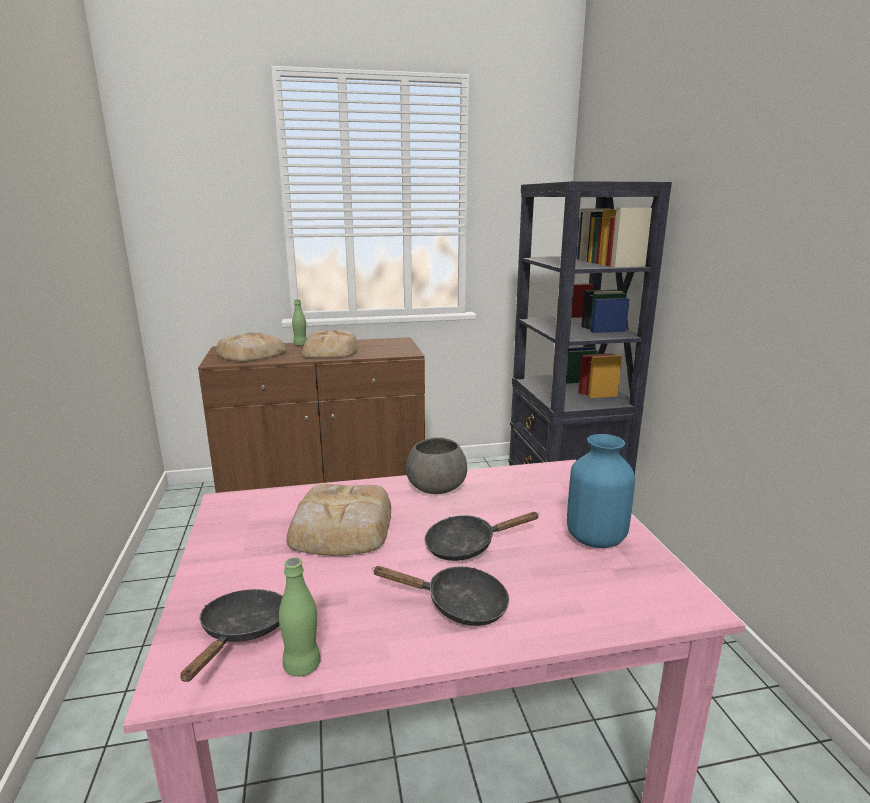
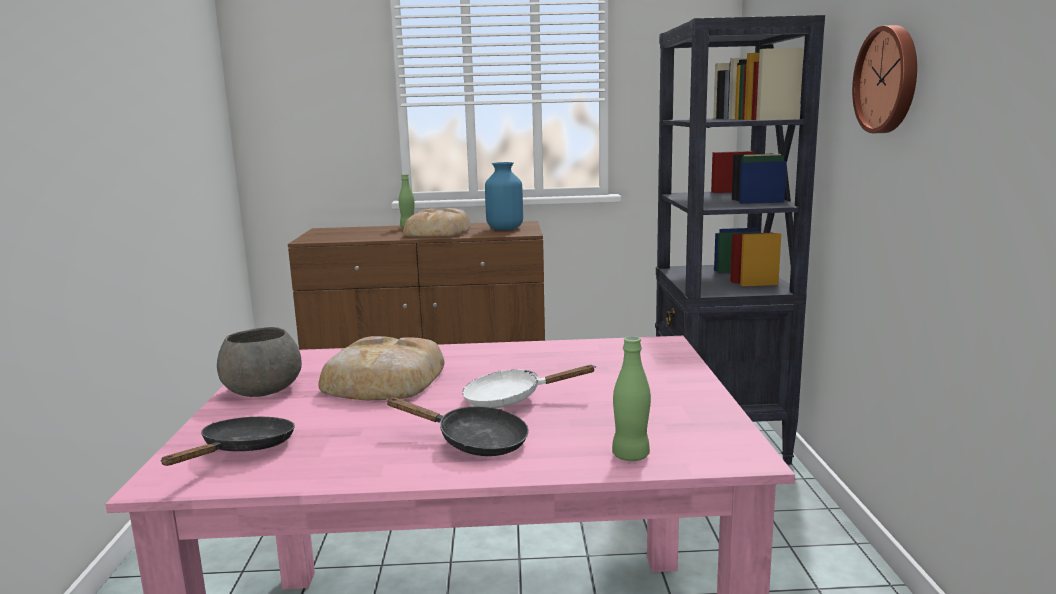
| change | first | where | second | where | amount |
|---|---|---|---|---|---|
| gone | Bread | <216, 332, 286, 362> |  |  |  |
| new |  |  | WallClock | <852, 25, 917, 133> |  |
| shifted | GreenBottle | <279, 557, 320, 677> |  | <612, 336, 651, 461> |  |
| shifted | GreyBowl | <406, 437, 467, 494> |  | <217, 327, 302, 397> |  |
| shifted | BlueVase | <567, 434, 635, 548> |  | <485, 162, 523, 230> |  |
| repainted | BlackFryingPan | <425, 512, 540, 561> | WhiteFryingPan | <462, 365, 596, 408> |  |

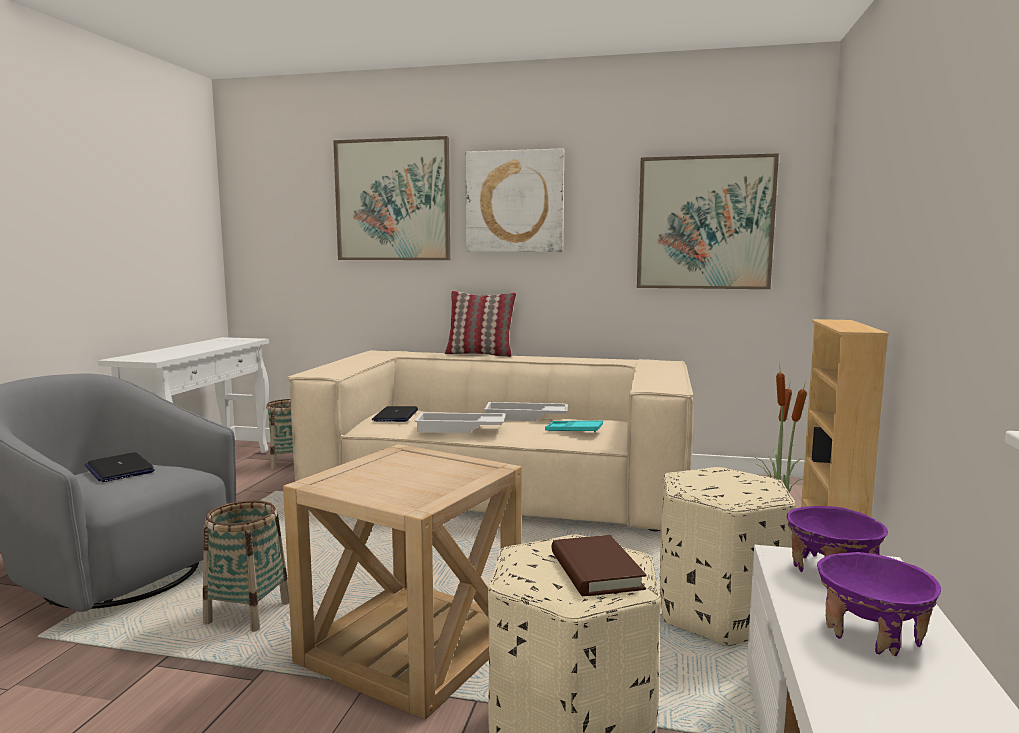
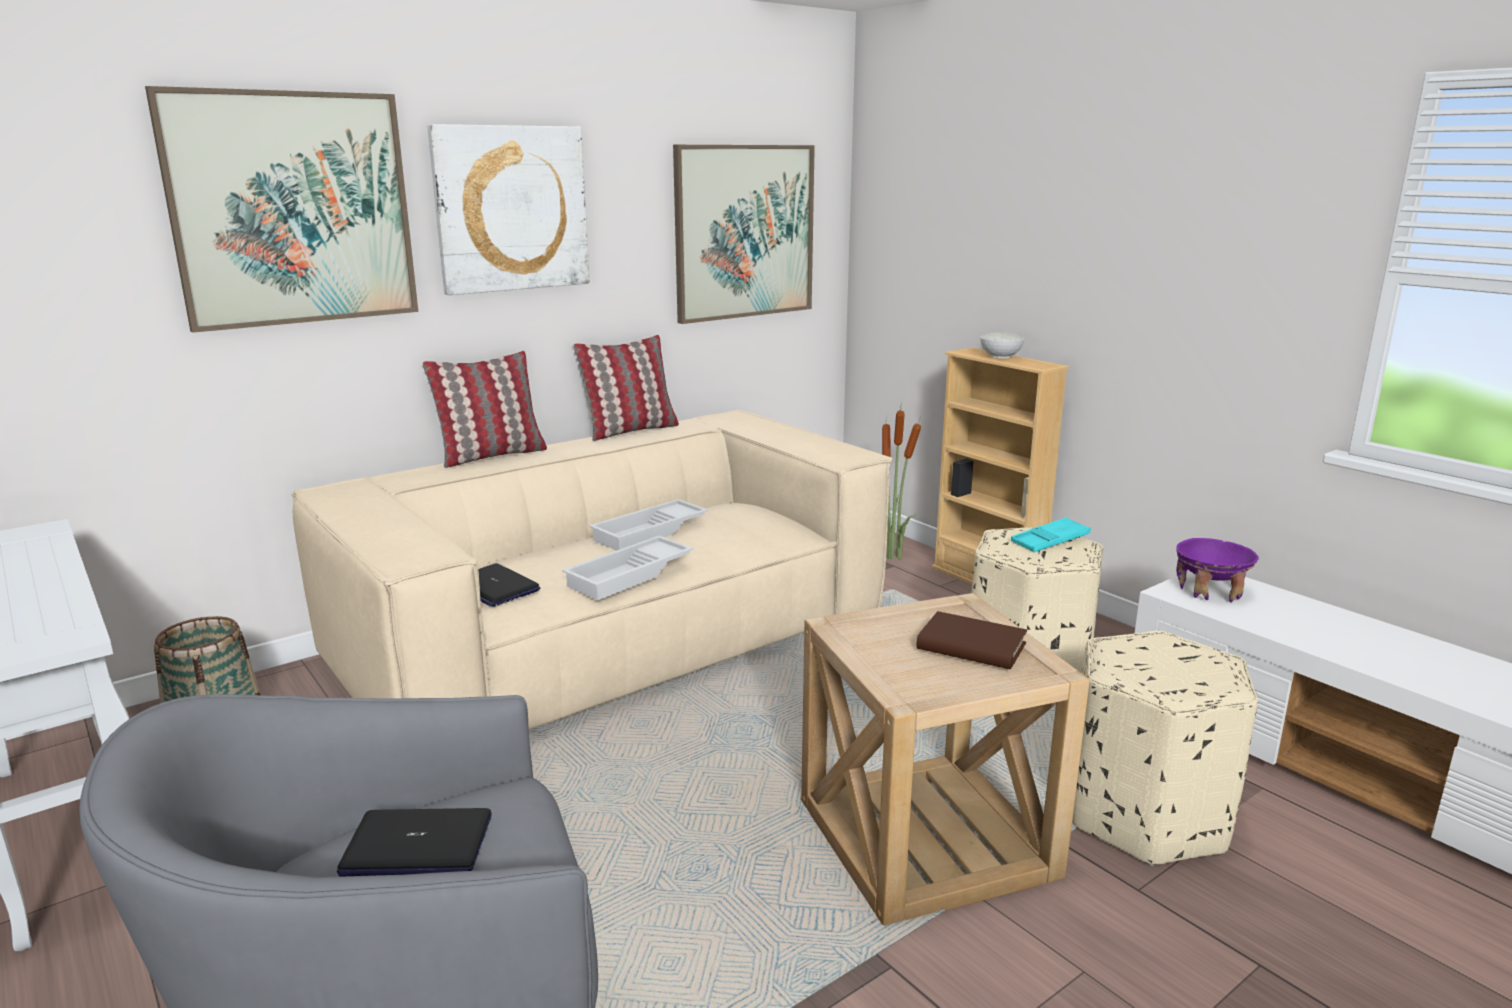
| change | first | where | second | where | amount |
|---|---|---|---|---|---|
| gone | Basket | <203, 500, 289, 632> |  |  |  |
| gone | PurpleBowl | <817, 552, 941, 656> |  |  |  |
| new |  |  | Pillow | <573, 335, 679, 441> |  |
| new |  |  | WhiteBowl | <980, 332, 1025, 358> |  |
| shifted | TurquoiseTray | <545, 421, 603, 432> |  | <1011, 517, 1091, 552> |  |
| shifted | BrownBook | <552, 535, 647, 596> |  | <917, 611, 1027, 669> |  |

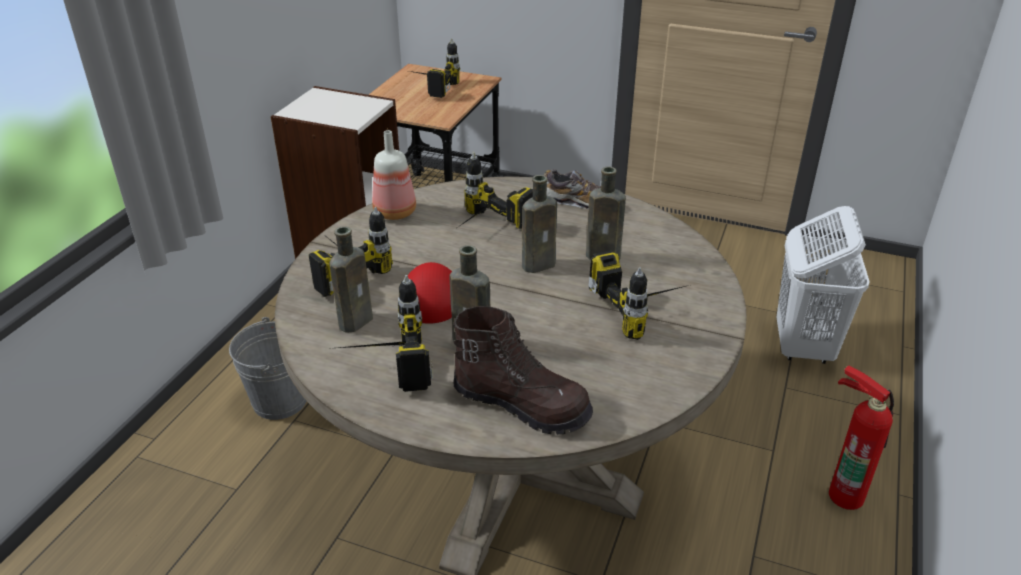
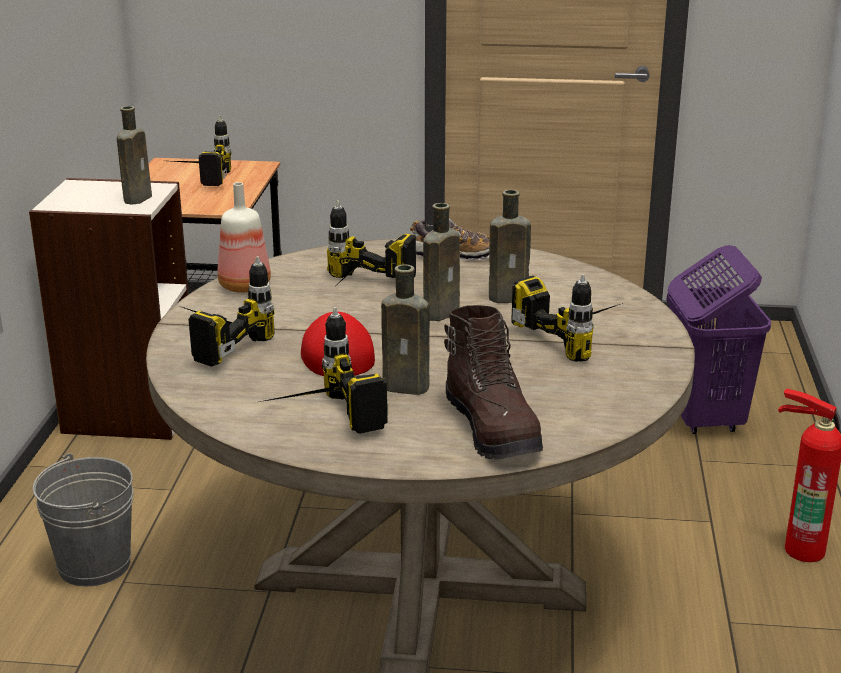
| change | first | where | second | where | amount |
|---|---|---|---|---|---|
| shifted | BrownBottle | <330, 226, 373, 333> |  | <117, 106, 152, 205> |  |
| repainted | WhiteLaundryBasket | <777, 206, 870, 364> | PurpleLaundryBasket | <666, 245, 771, 434> |  |
| rotated | BrownBoot | <453, 306, 593, 435> |  | <444, 305, 543, 460> | 60 degrees clockwise |

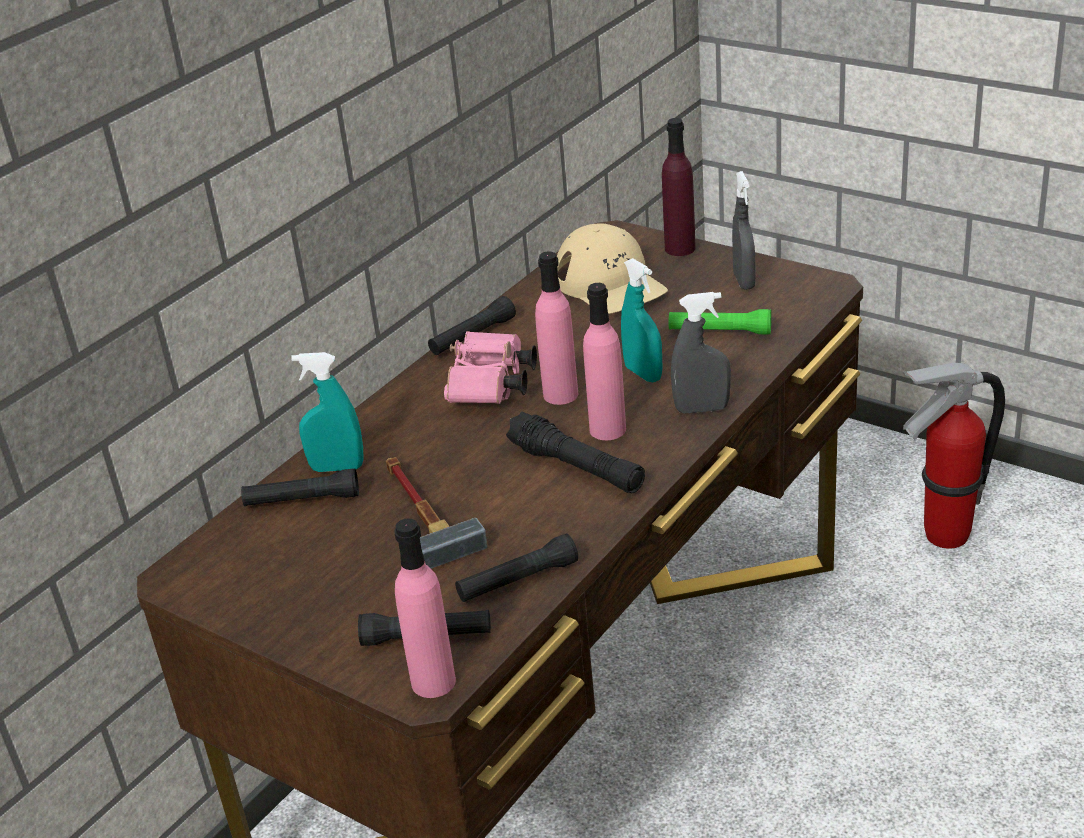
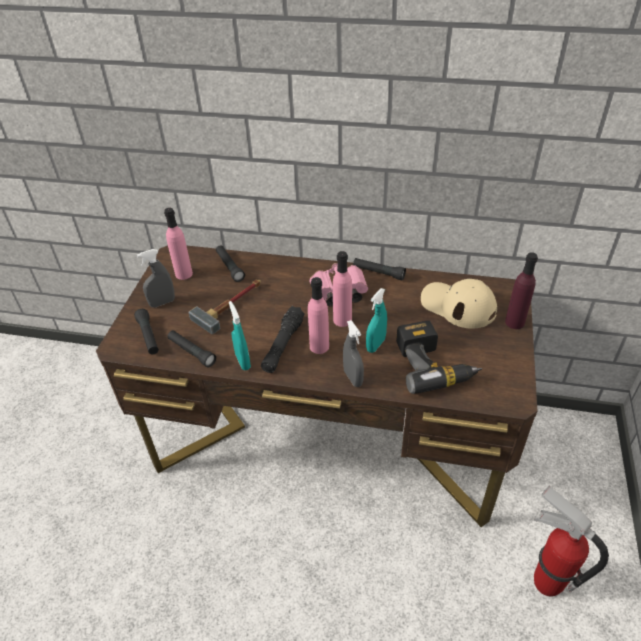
| change | first | where | second | where | amount |
|---|---|---|---|---|---|
| shifted | TurquoiseSprayBottle | <291, 352, 363, 472> |  | <229, 301, 251, 370> |  |
| shifted | PinkBottle | <394, 518, 456, 698> |  | <164, 208, 193, 280> |  |
| shifted | GreySprayBottle | <732, 171, 756, 290> |  | <137, 249, 175, 307> |  |
| swapped | GreenFlashlight | <669, 309, 771, 334> | PowerDrill | <396, 321, 482, 394> |  |
| rotated | BeigeCap | <557, 223, 668, 314> |  | <421, 279, 497, 329> | 90 degrees clockwise |

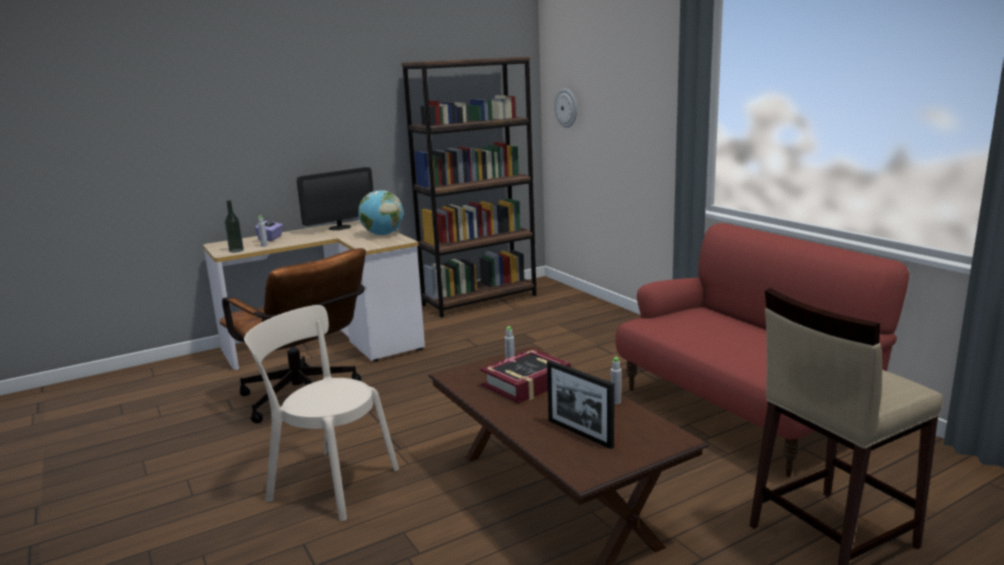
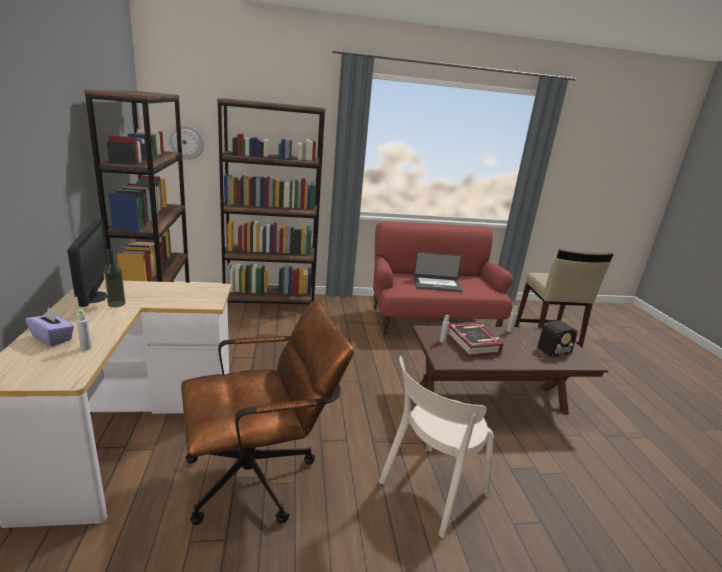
| change | first | where | second | where | amount |
|---|---|---|---|---|---|
| gone | Globe | <358, 190, 403, 235> |  |  |  |
| new |  |  | BrownBookcase | <217, 98, 326, 305> |  |
| new |  |  | Laptop | <414, 252, 463, 292> |  |
| shifted | Bottle | <224, 200, 244, 253> |  | <104, 249, 125, 307> |  |
| swapped | PictureFrame | <547, 360, 614, 449> | Radio | <522, 321, 578, 359> |  |

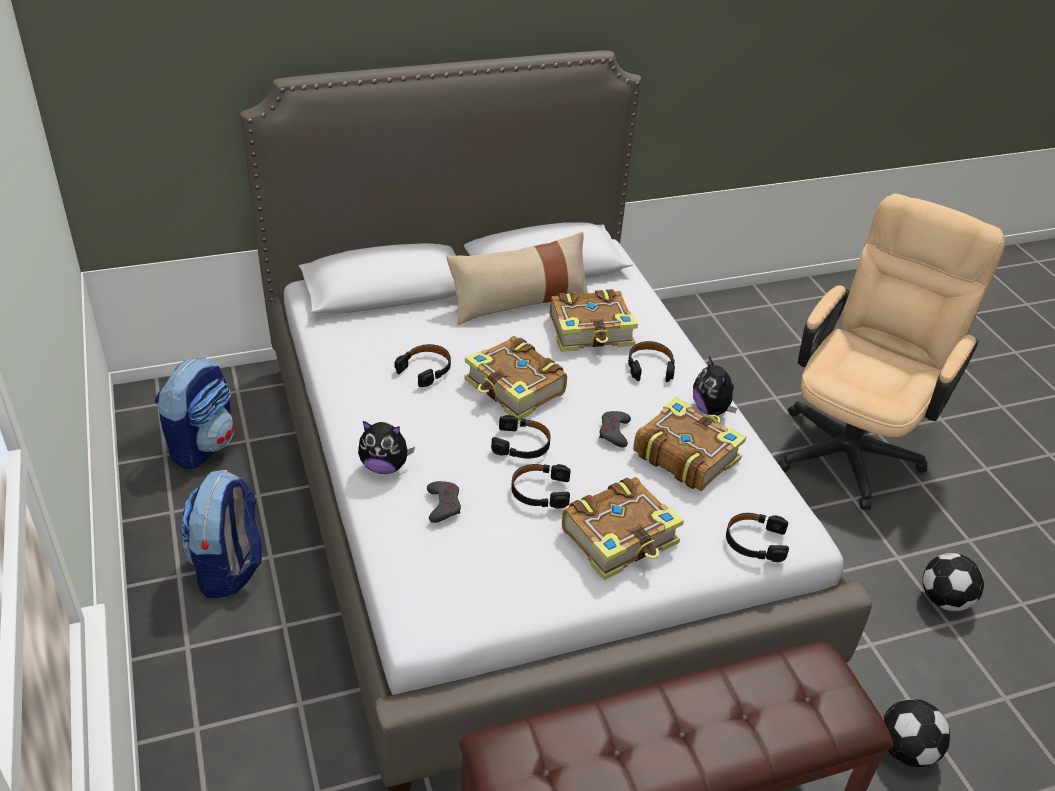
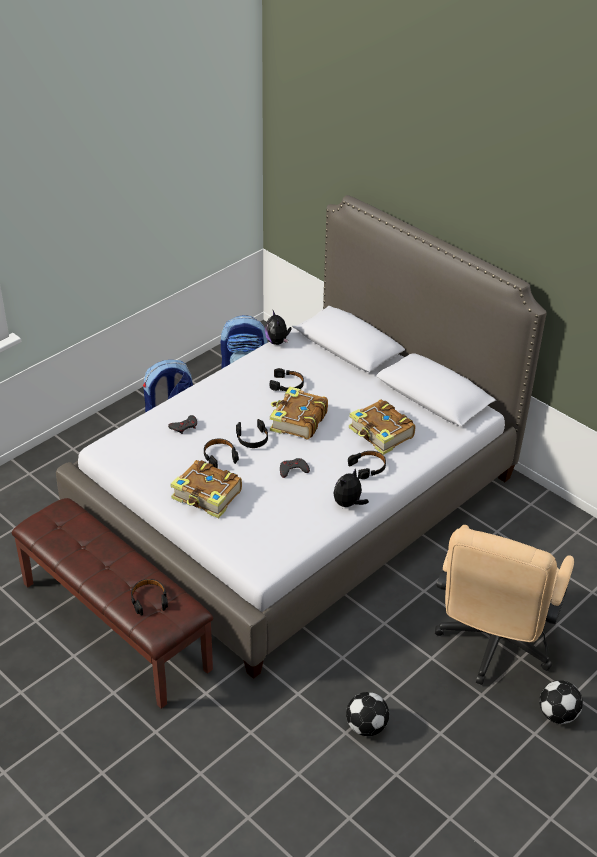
| change | first | where | second | where | amount |
|---|---|---|---|---|---|
| gone | BeigePillow | <446, 232, 588, 325> |  |  |  |
| gone | Book | <633, 397, 746, 491> |  |  |  |
| shifted | PlushToy | <358, 421, 415, 474> |  | <265, 311, 292, 345> |  |
| shifted | BlackHeadphones | <726, 513, 789, 562> |  | <131, 579, 168, 616> |  |
| shifted | Football | <883, 699, 950, 767> |  | <539, 680, 583, 724> |  |
| rotated | BeigeOfficeChair | <778, 194, 1005, 510> |  | <435, 525, 574, 685> | 105 degrees clockwise |

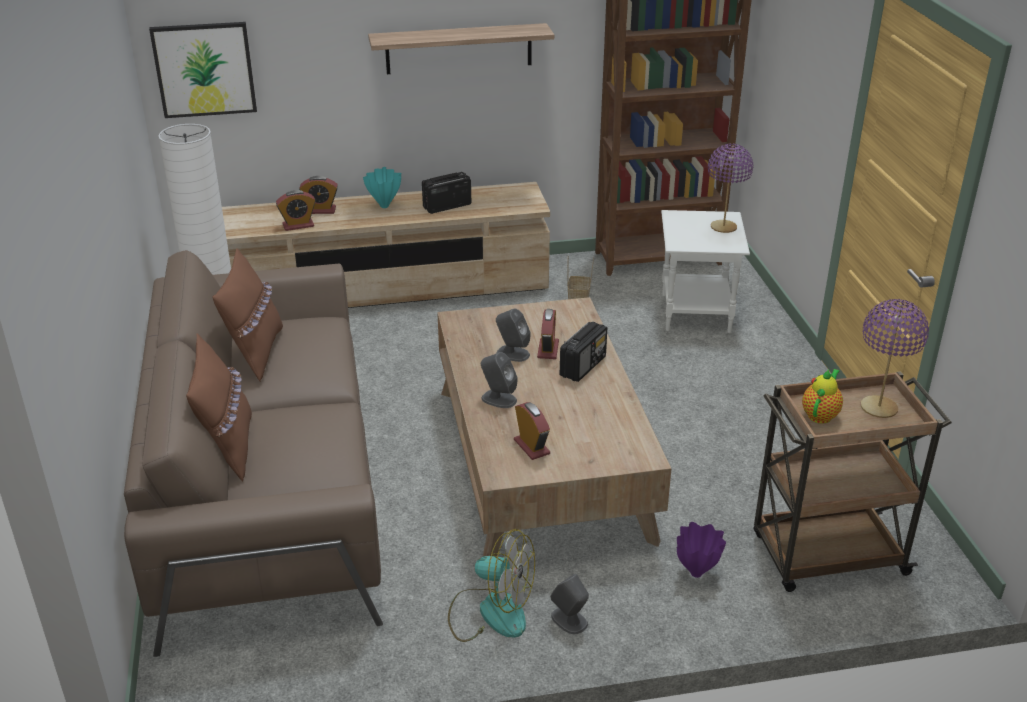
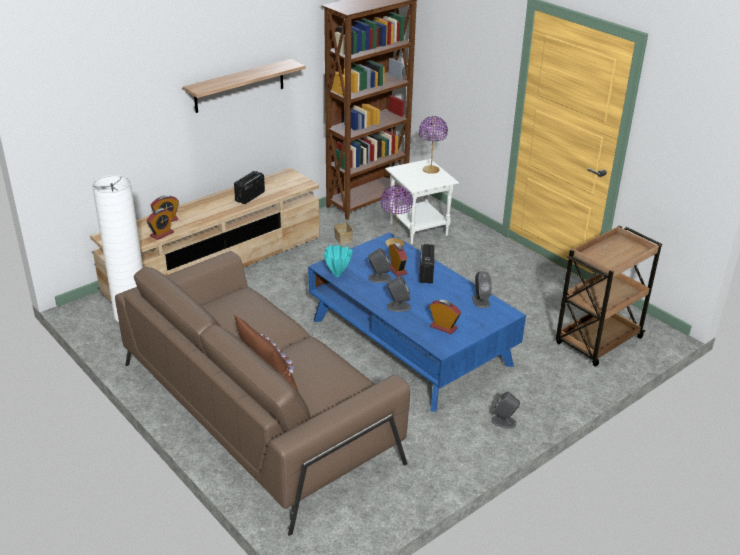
| change | first | where | second | where | amount |
|---|---|---|---|---|---|
| gone | Picture | <149, 22, 257, 118> |  |  |  |
| gone | BrownPillow | <212, 248, 283, 381> |  |  |  |
| gone | Fan | <448, 529, 535, 642> |  |  |  |
| gone | PurpleVase | <677, 522, 726, 578> |  |  |  |
| gone | Teapot | <802, 369, 843, 424> |  |  |  |
| new |  |  | GreySpeaker | <472, 271, 492, 308> |  |
| shifted | TurquoiseVase | <363, 167, 401, 208> |  | <324, 244, 353, 277> |  |
| shifted | PurpleTableLamp | <861, 299, 929, 418> |  | <380, 185, 413, 247> |  |
| repainted | BrownCoffeeTable | <437, 297, 671, 557> | BlueCoffeeTable | <308, 232, 526, 412> |  |

